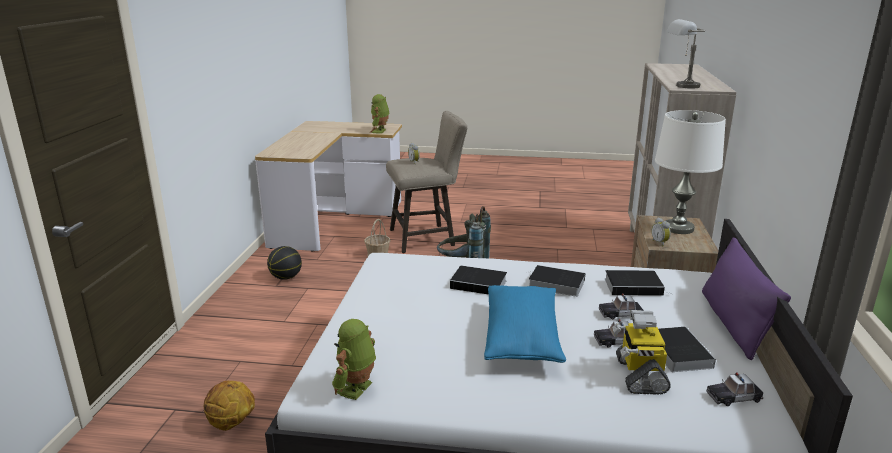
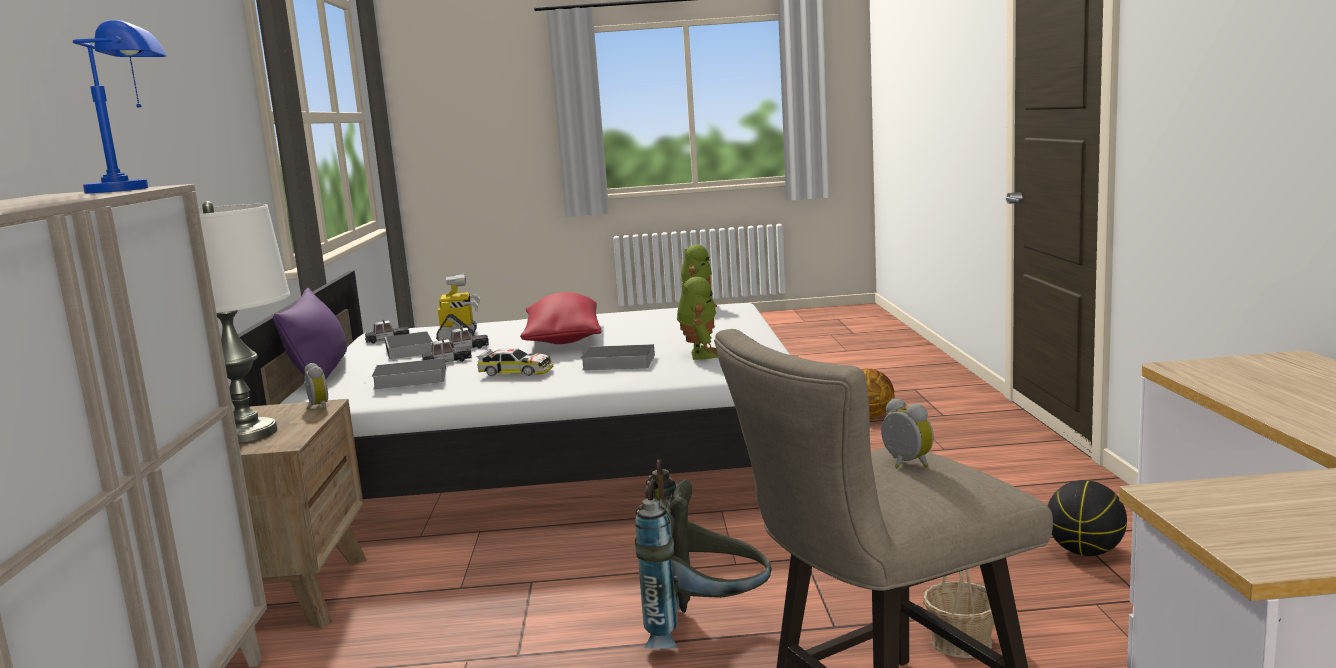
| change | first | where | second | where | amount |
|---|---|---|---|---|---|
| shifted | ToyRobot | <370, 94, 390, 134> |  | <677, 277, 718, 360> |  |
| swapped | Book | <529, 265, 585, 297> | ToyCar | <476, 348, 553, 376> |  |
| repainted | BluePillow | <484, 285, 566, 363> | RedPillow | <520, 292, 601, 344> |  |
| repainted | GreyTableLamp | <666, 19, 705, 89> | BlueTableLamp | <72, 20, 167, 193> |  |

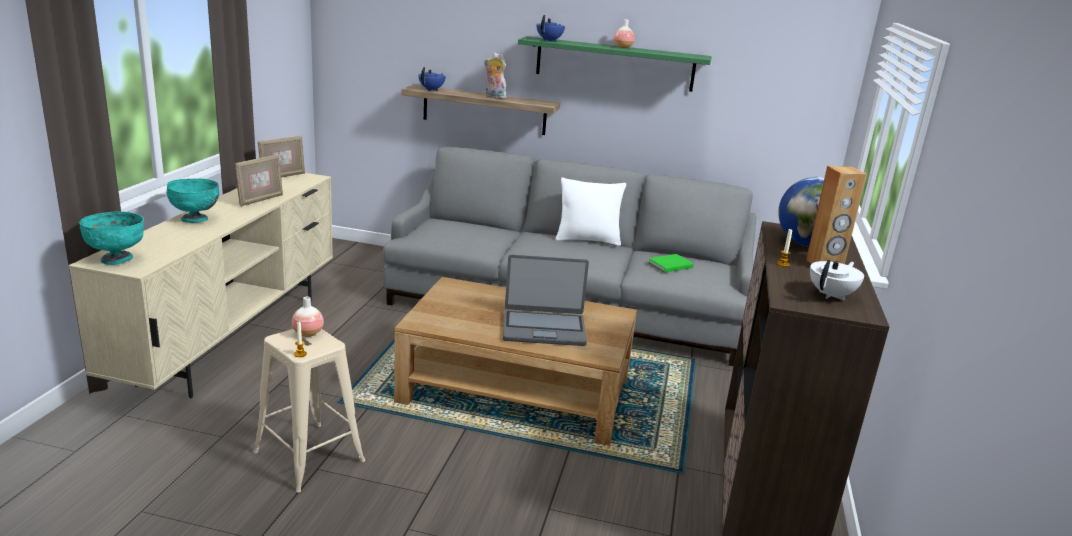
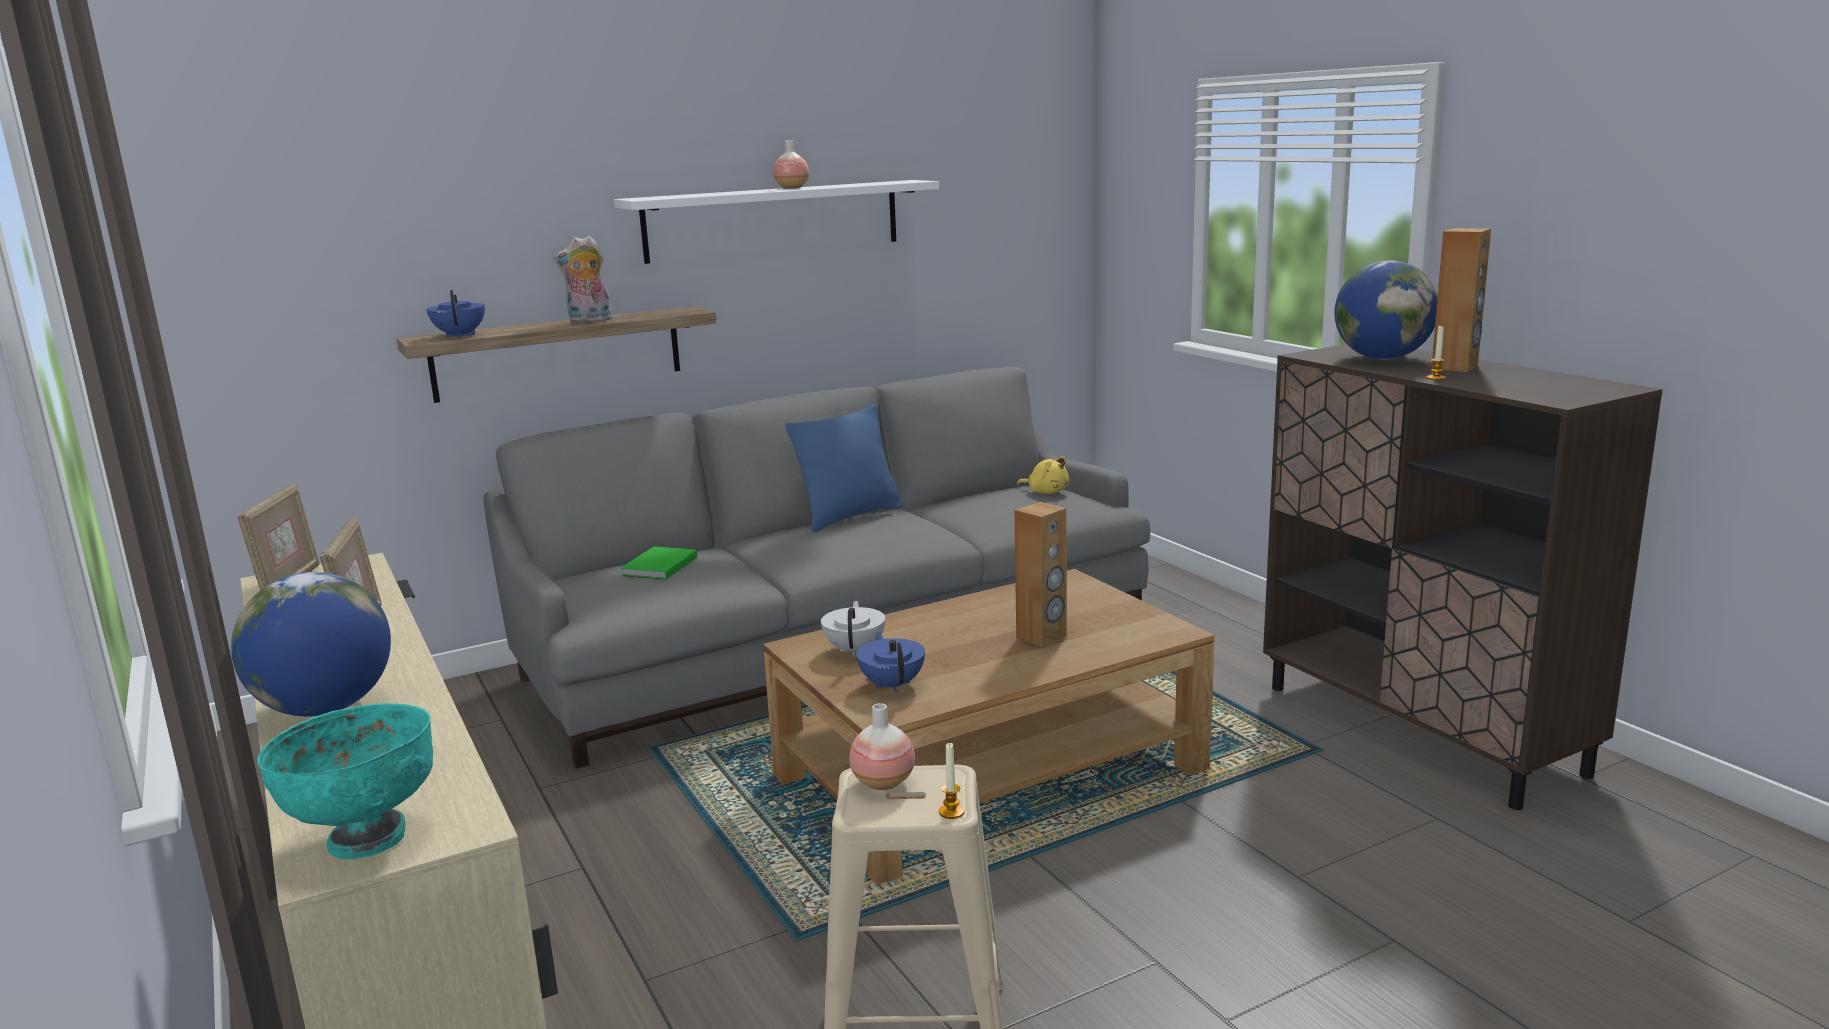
| change | first | where | second | where | amount |
|---|---|---|---|---|---|
| new |  |  | YellowPlushToy | <1017, 456, 1069, 494> |  |
| shifted | BlueTeapot | <536, 15, 565, 42> |  | <856, 632, 925, 692> |  |
| shifted | GreenBook | <648, 254, 694, 273> |  | <621, 547, 697, 580> |  |
| shifted | WhiteTeapot | <810, 260, 864, 300> |  | <821, 601, 885, 657> |  |
| swapped | TurquoiseBowl | <166, 179, 219, 223> | Globe | <231, 572, 391, 717> |  |
| swapped | Laptop | <503, 255, 589, 346> | BrownSpeaker | <1014, 502, 1067, 647> |  |
| repainted | GreenShelf | <518, 36, 712, 92> | WhiteShelf | <614, 180, 939, 264> |  |
| repainted | WhitePillow | <555, 177, 626, 246> | BluePillow | <785, 404, 903, 532> |  |

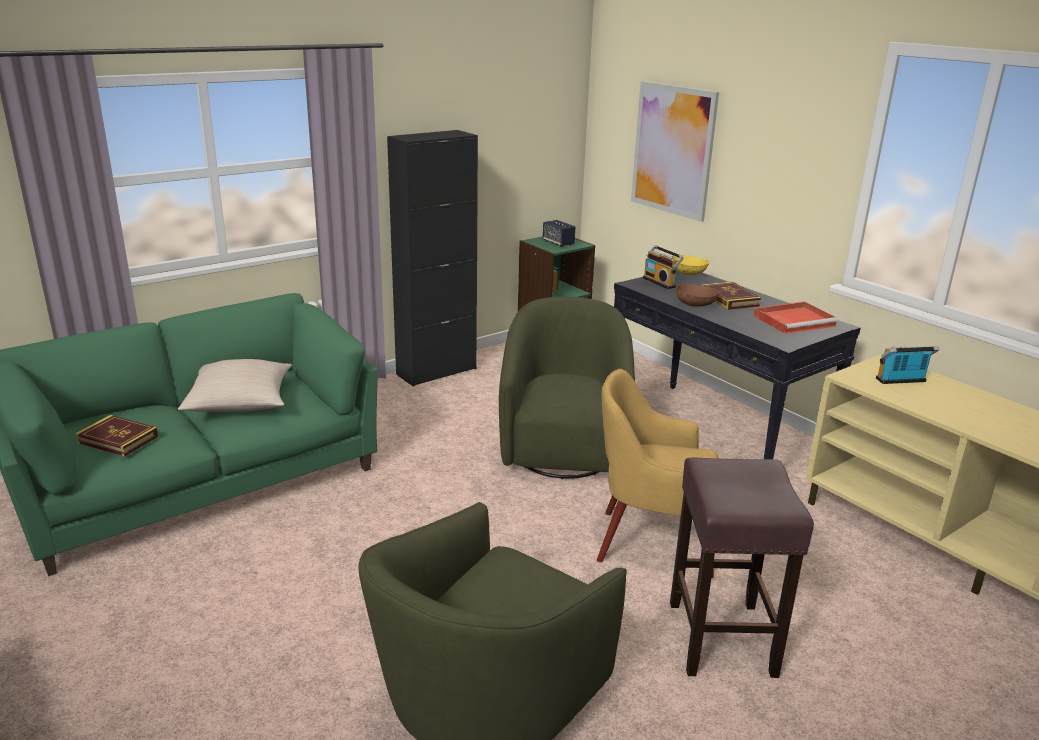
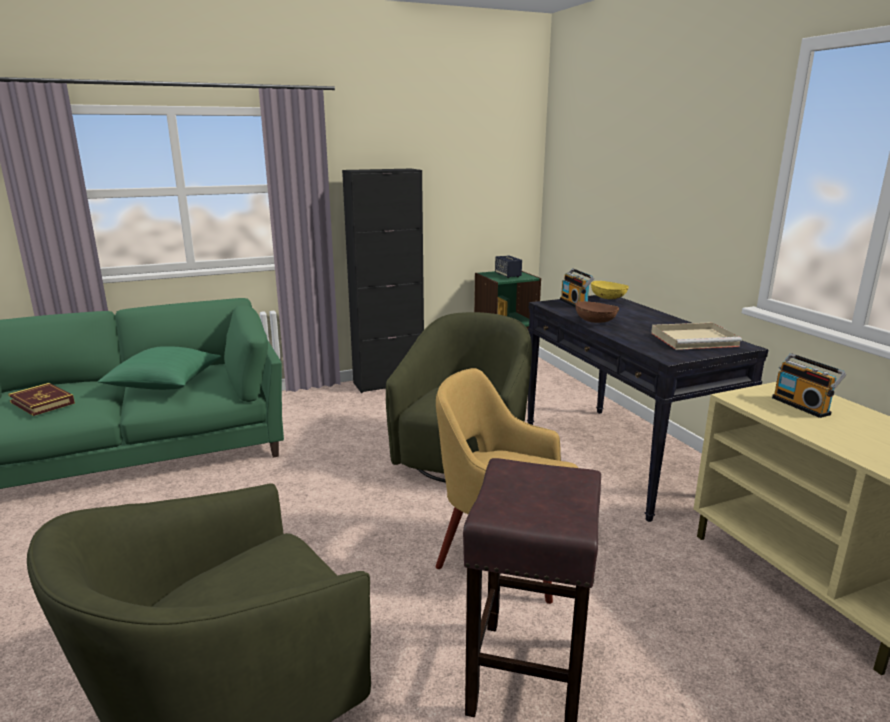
| change | first | where | second | where | amount |
|---|---|---|---|---|---|
| gone | Picture | <631, 81, 719, 222> |  |  |  |
| gone | Book | <702, 282, 761, 310> |  |  |  |
| repainted | BeigePillow | <178, 359, 292, 412> | GreenPillow | <98, 346, 221, 390> |  |
| repainted | RedTray | <753, 301, 839, 334> | BeigeTray | <651, 322, 742, 350> |  |
| rotated | Radio | <876, 346, 939, 384> |  | <772, 353, 846, 418> | 120 degrees counterclockwise |

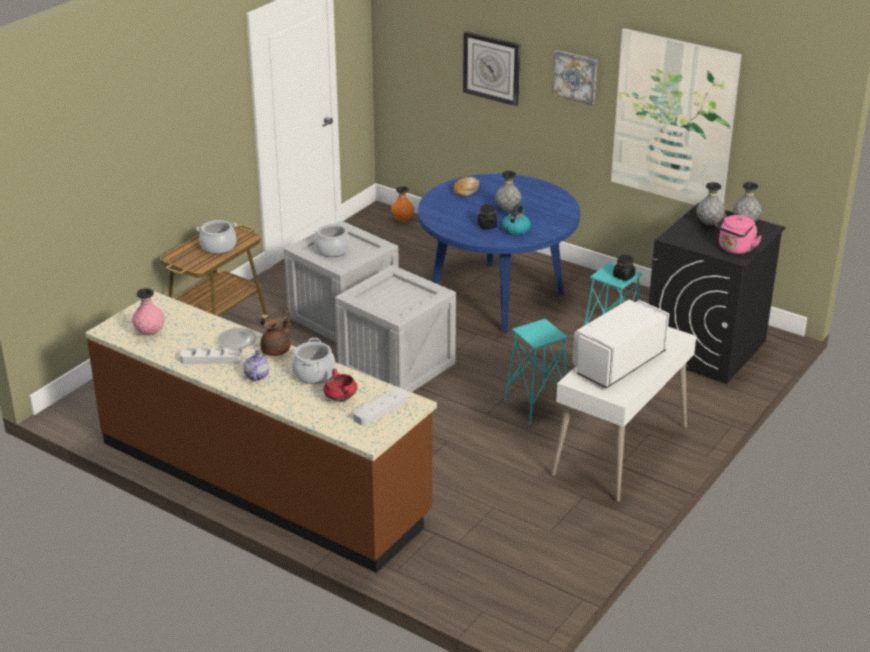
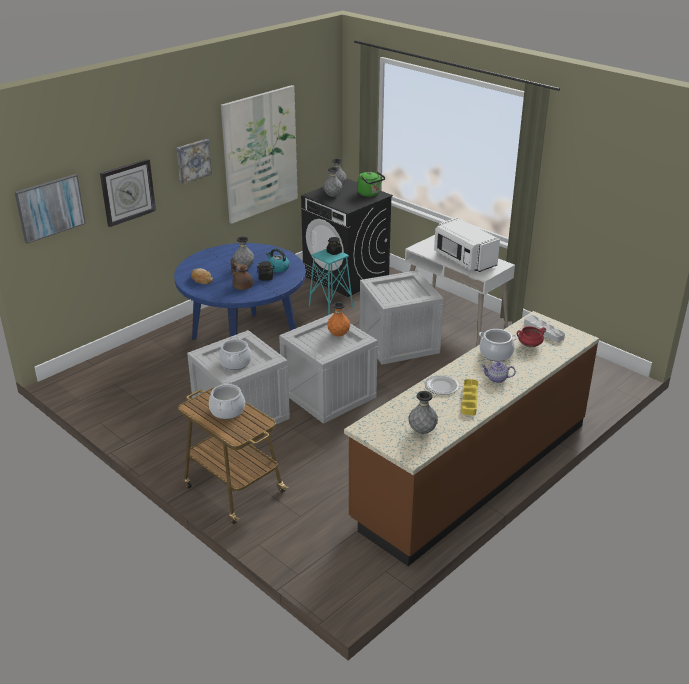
| change | first | where | second | where | amount |
|---|---|---|---|---|---|
| new |  |  | Picture | <15, 174, 86, 244> |  |
| shifted | BrownTeapot | <260, 307, 291, 356> |  | <231, 257, 253, 290> |  |
| shifted | OrangeVase | <391, 186, 414, 222> |  | <327, 302, 350, 336> |  |
| swapped | TurquoiseStool | <504, 319, 568, 425> | Crate | <360, 270, 444, 365> |  |
| repainted | PinkVase | <132, 288, 164, 335> | GreyVase | <409, 391, 438, 434> |  |
| repainted | GreyTray | <180, 348, 243, 364> | YellowTray | <461, 379, 478, 415> |  |
| repainted | PinkKettle | <715, 214, 762, 254> | GreenKettle | <357, 171, 385, 197> |  |

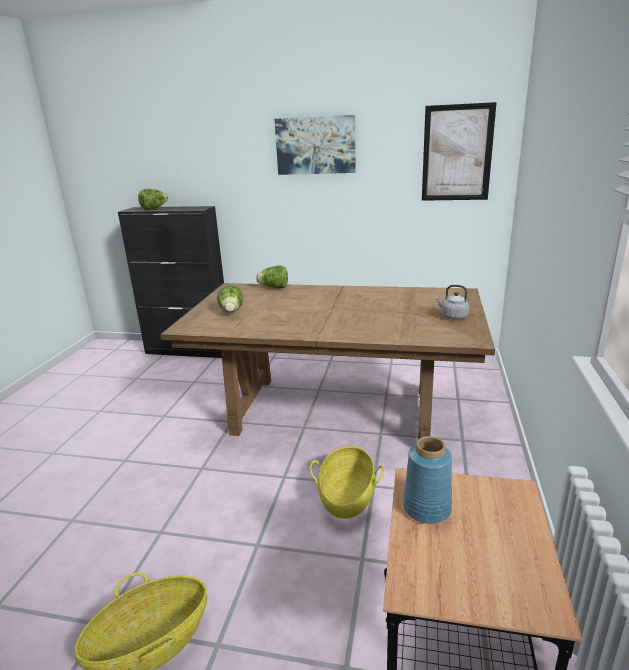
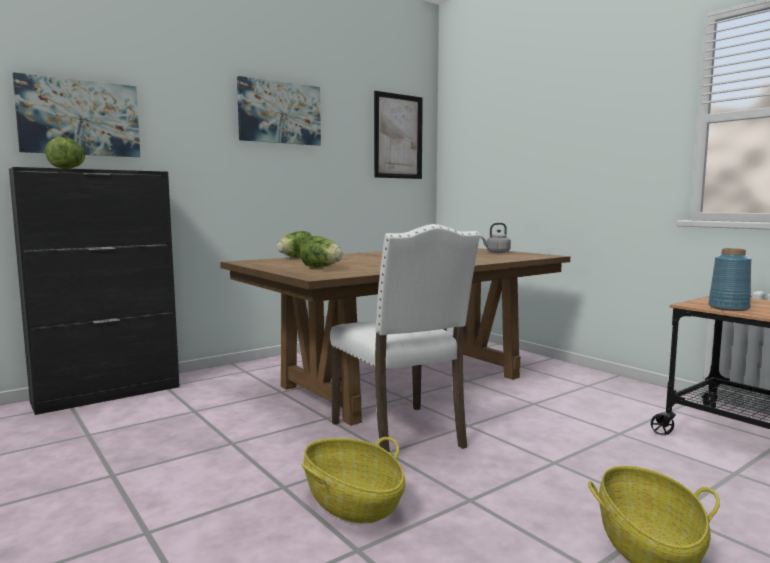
| change | first | where | second | where | amount |
|---|---|---|---|---|---|
| new |  |  | Picture | <13, 72, 140, 157> |  |
| new |  |  | WhiteChair | <330, 224, 480, 453> |  |
| shifted | Basket | <310, 446, 384, 519> |  | <302, 437, 405, 524> |  |

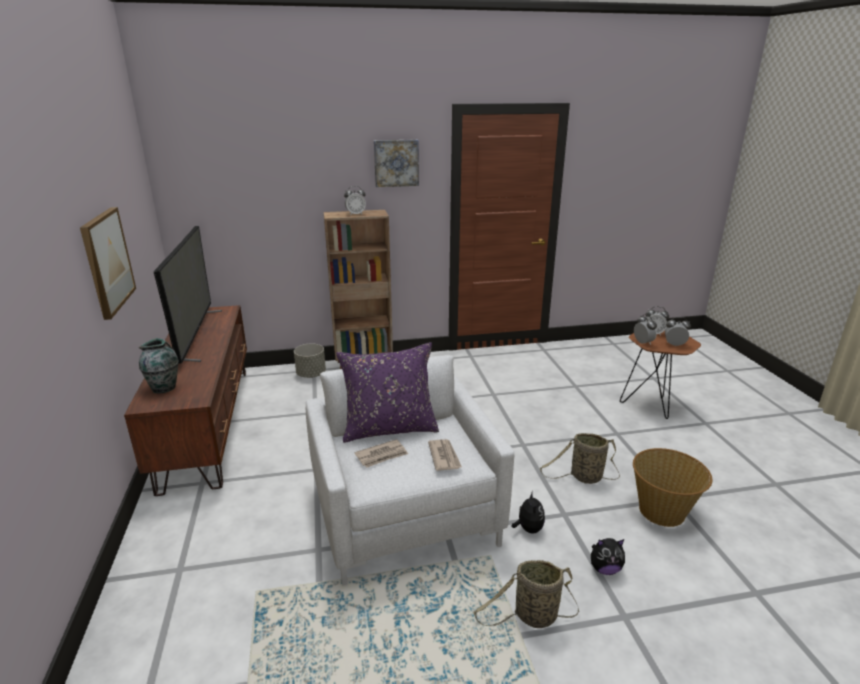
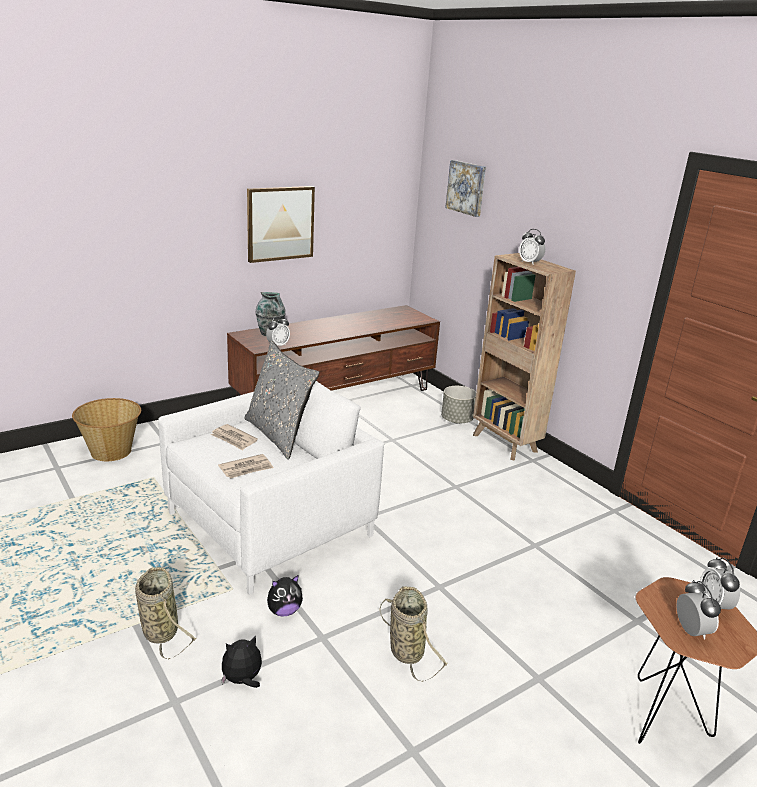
| change | first | where | second | where | amount |
|---|---|---|---|---|---|
| gone | Television | <154, 226, 222, 364> |  |  |  |
| shifted | Picture | <374, 140, 419, 187> |  | <445, 160, 486, 217> |  |
| shifted | Basket | <633, 448, 712, 527> |  | <72, 398, 141, 461> |  |
| shifted | AlarmClock | <634, 314, 657, 345> |  | <266, 316, 290, 346> |  |
| repainted | PurplePillow | <336, 342, 439, 443> | GreyPillow | <244, 341, 320, 460> |  |
| rotated | PlushToy | <591, 538, 625, 575> |  | <221, 635, 262, 688> | 90 degrees clockwise |

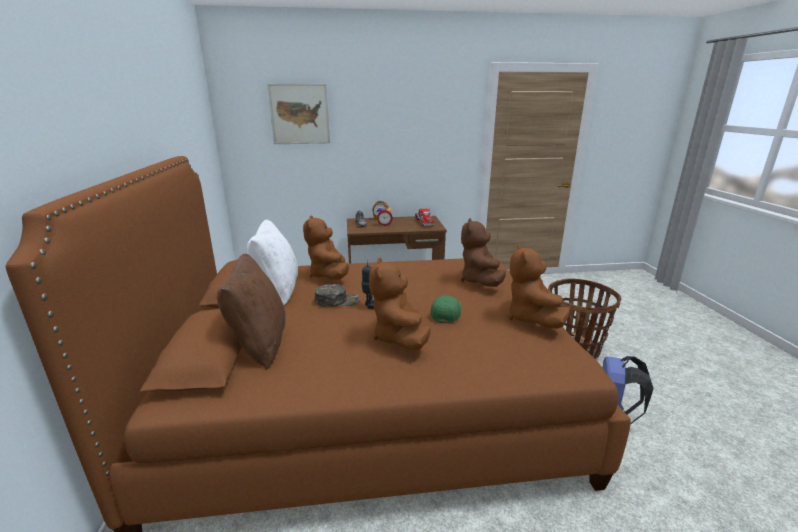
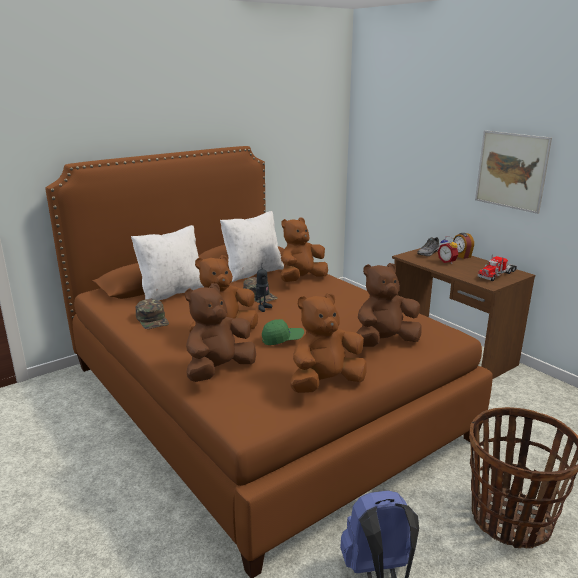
| change | first | where | second | where | amount |
|---|---|---|---|---|---|
| new |  |  | GreenCap | <135, 299, 169, 329> |  |
| new |  |  | BrownPlushToy | <185, 283, 256, 382> |  |
| shifted | Picture | <267, 84, 330, 144> |  | <475, 130, 552, 214> |  |
| repainted | BrownPillow | <217, 254, 286, 370> | WhitePillow | <131, 225, 204, 300> |  |

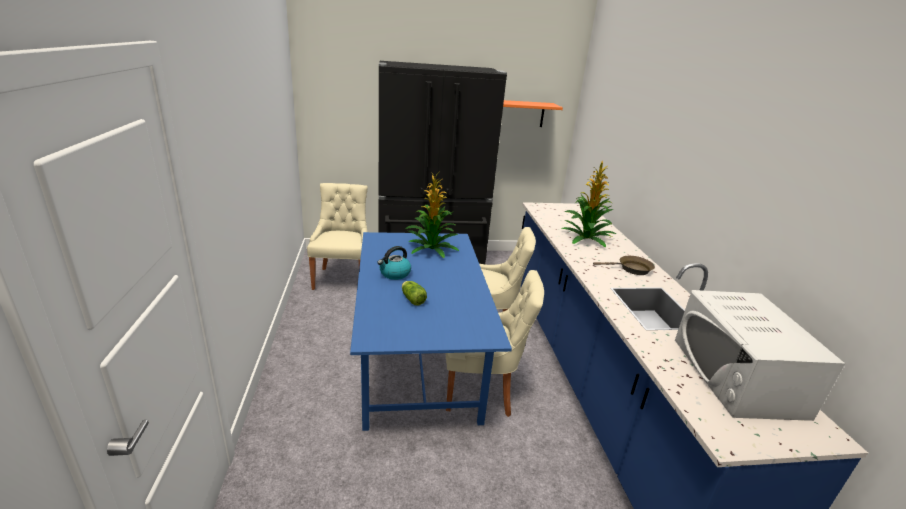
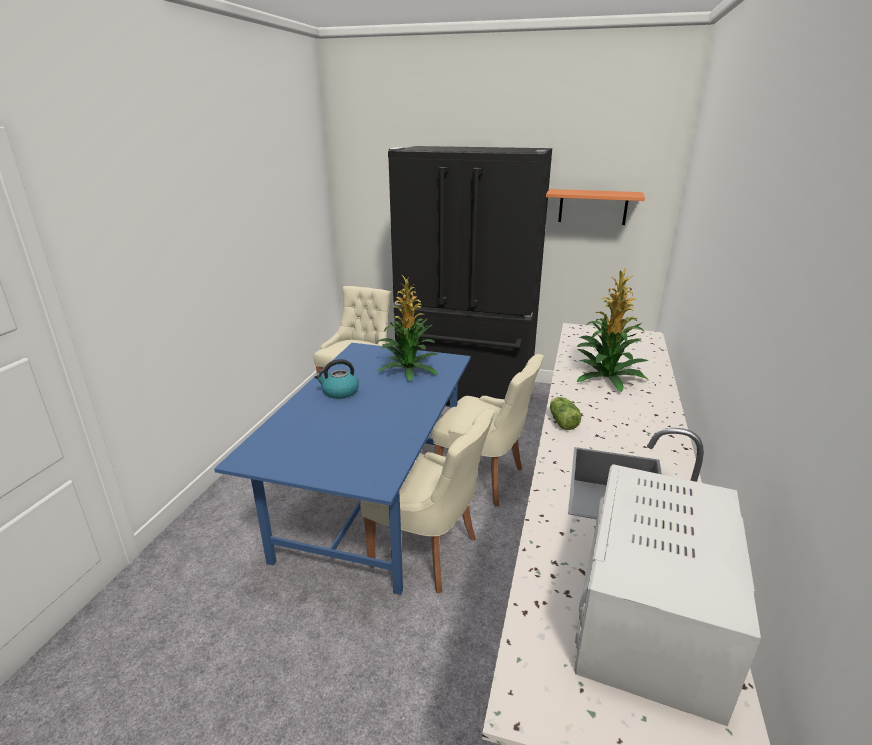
| change | first | where | second | where | amount |
|---|---|---|---|---|---|
| gone | BrownFryingPan | <593, 256, 655, 275> |  |  |  |
| shifted | Lettuce | <402, 281, 427, 305> |  | <550, 397, 581, 430> |  |

